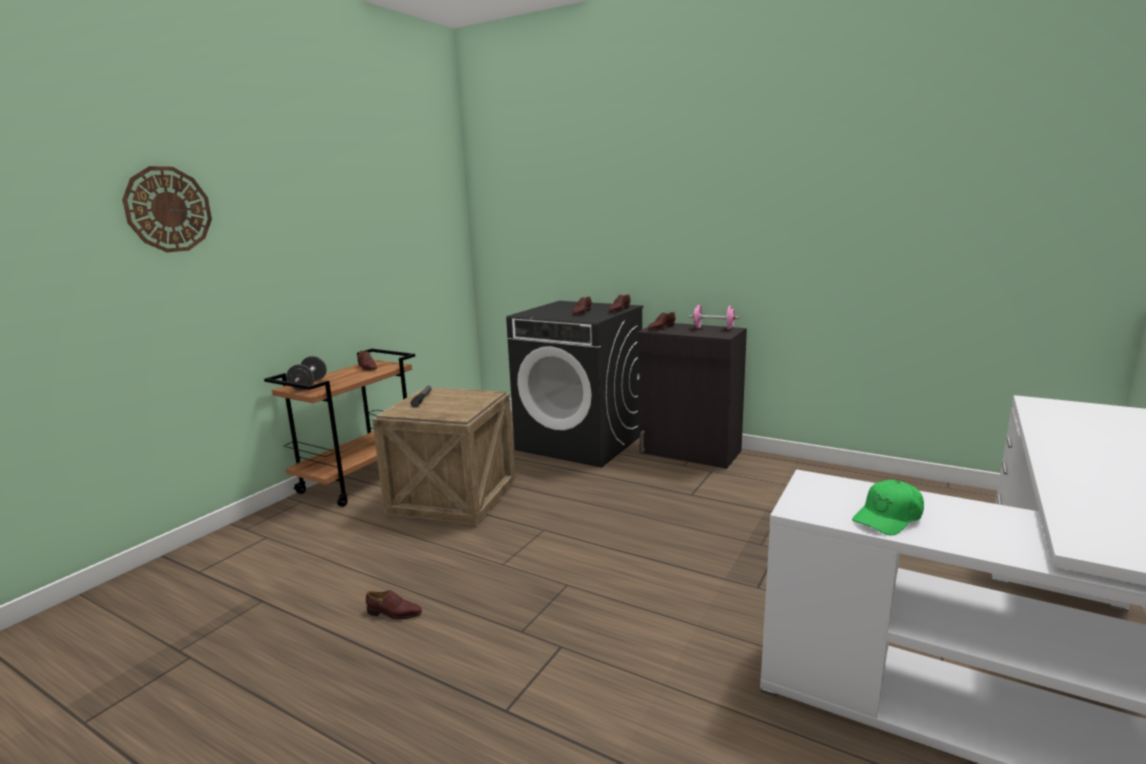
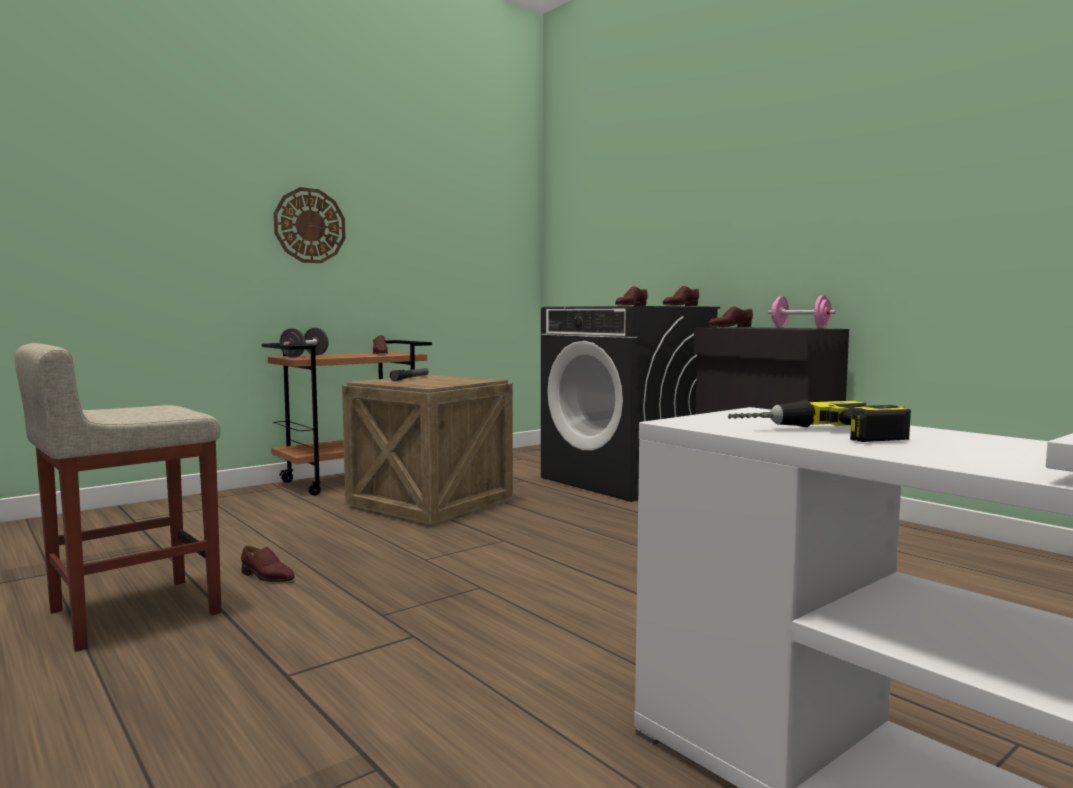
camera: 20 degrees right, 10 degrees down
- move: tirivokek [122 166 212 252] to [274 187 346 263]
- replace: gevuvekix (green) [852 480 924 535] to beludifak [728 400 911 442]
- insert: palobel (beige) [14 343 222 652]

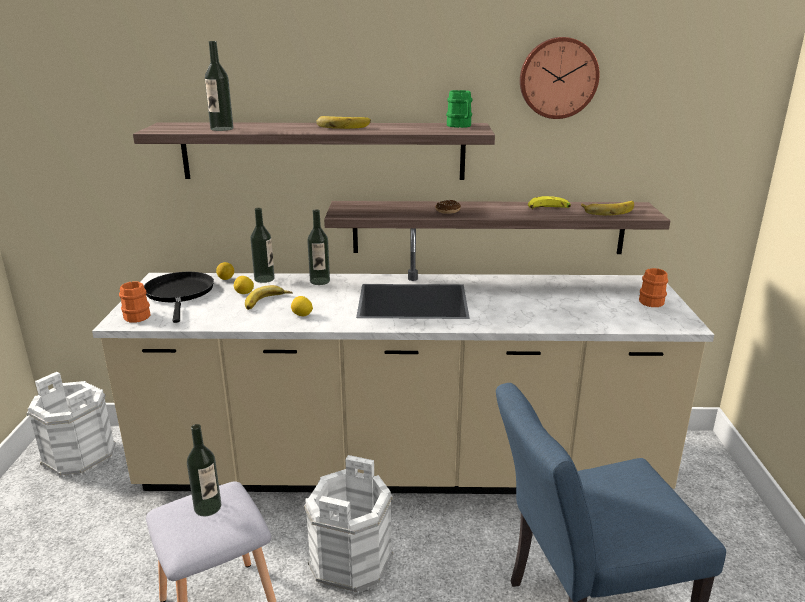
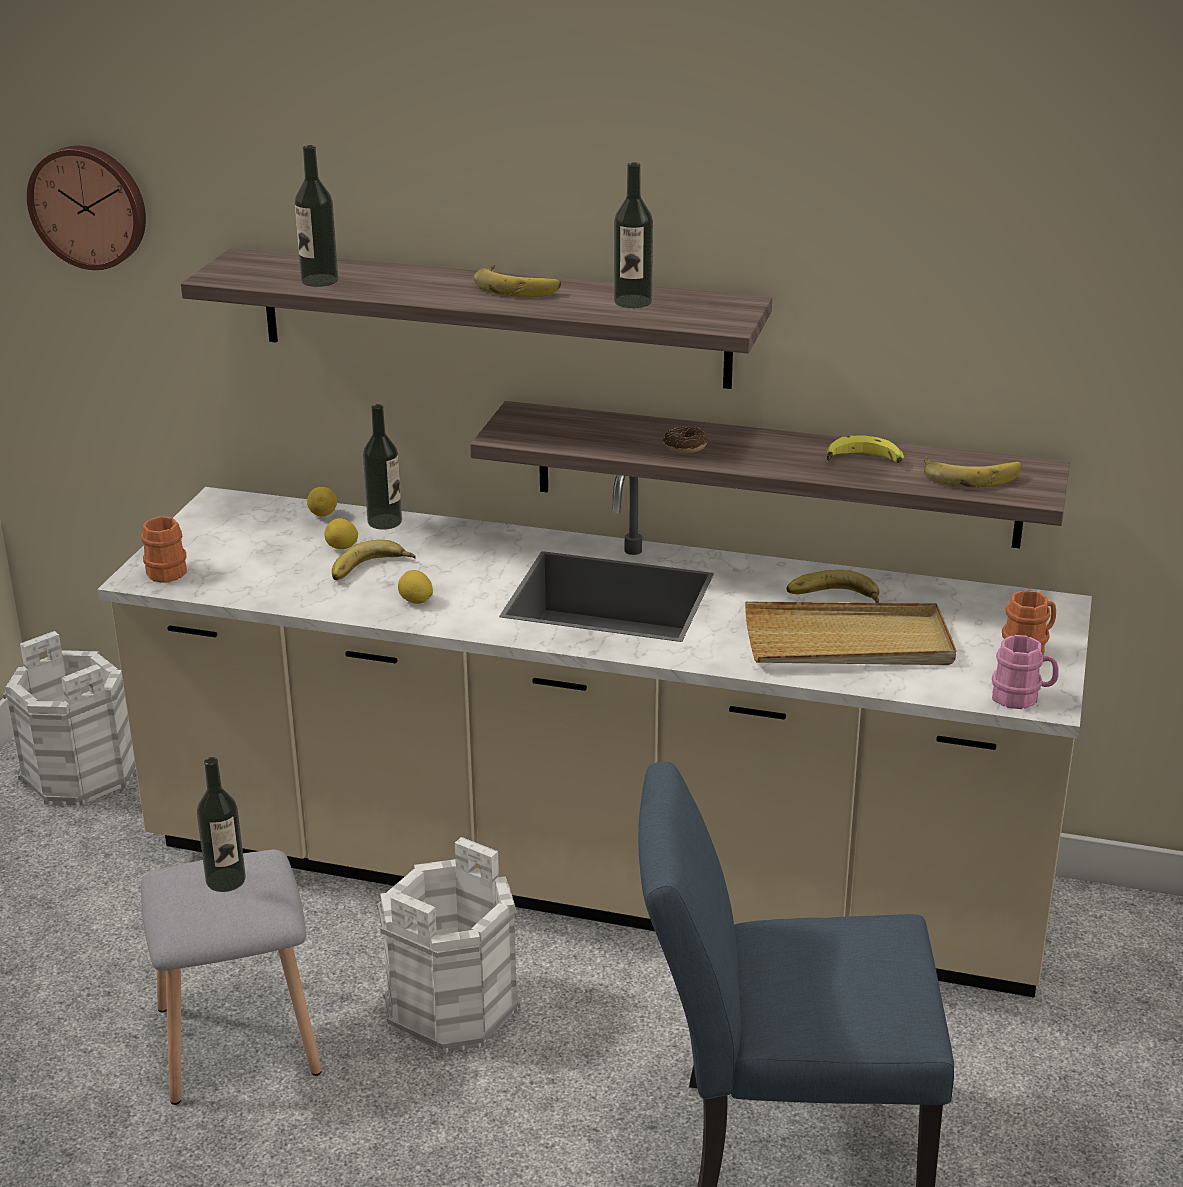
camera: 15 degrees right, 5 degrees up
- move: tirivokek [520 37 600 119] to [27 146 146 270]
- delete: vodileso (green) [446 90 472 128]
- move: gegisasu [307 209 330 285] to [614 162 653 308]
- delete: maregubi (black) [144 272 214 323]
- insert: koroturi [787 570 879 603]
- insert: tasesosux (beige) [745 602 956 665]
- insert: vodileso (pink) [992 635 1059 709]

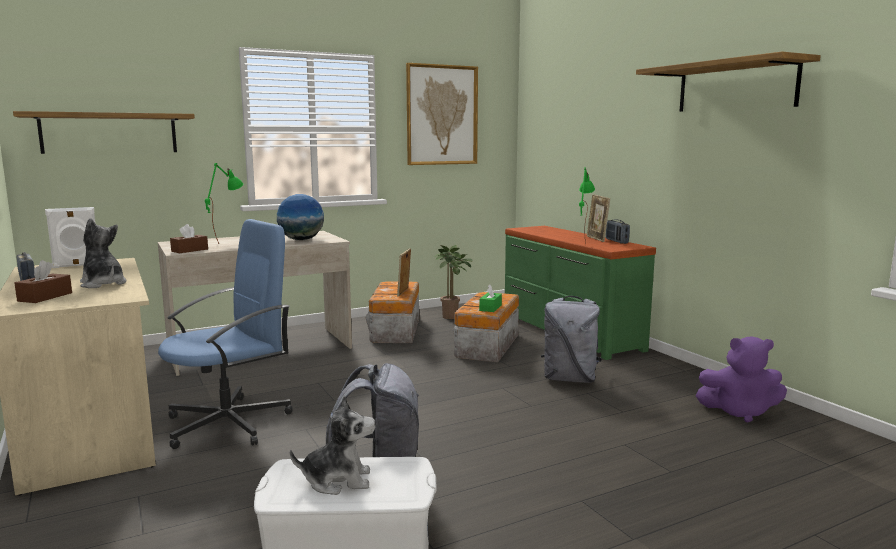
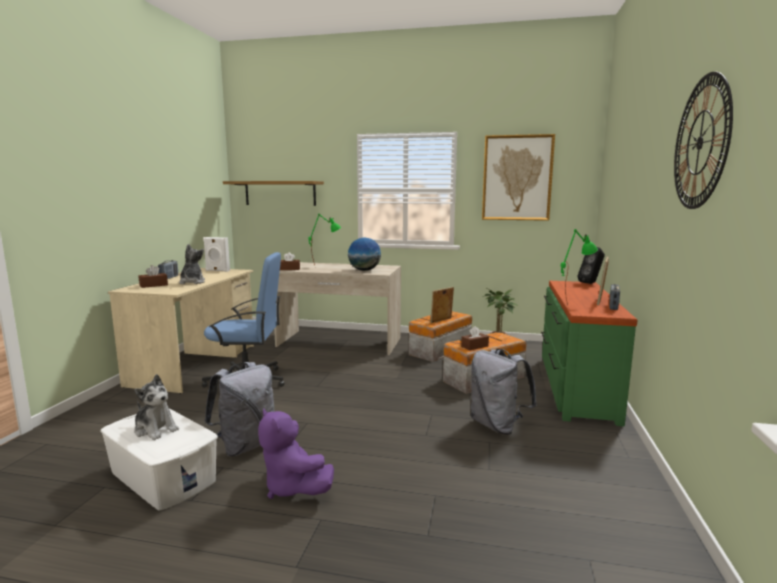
camera: 40 degrees right, 0 degrees up
- replace: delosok [636 52 821 112] to tirivokek [674 72 733 209]
- recolor: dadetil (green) [479 285 502 312] to dadetil (brown) [461 326 489 350]
- move: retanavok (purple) [696 336 787 423] to [258 408 334 499]
- insert: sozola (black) [578 247 605 284]

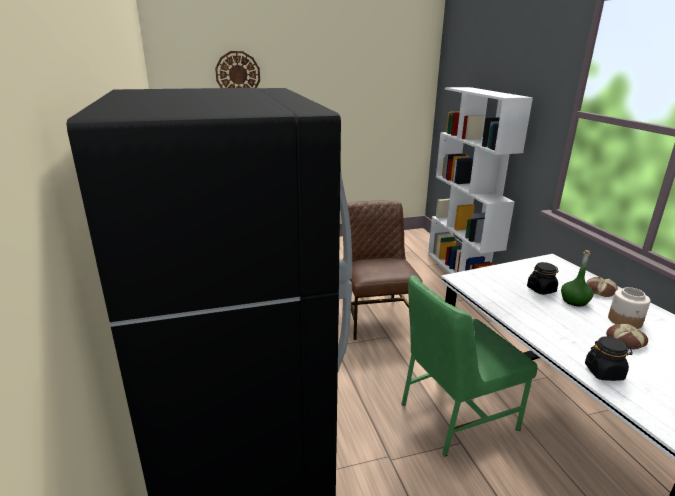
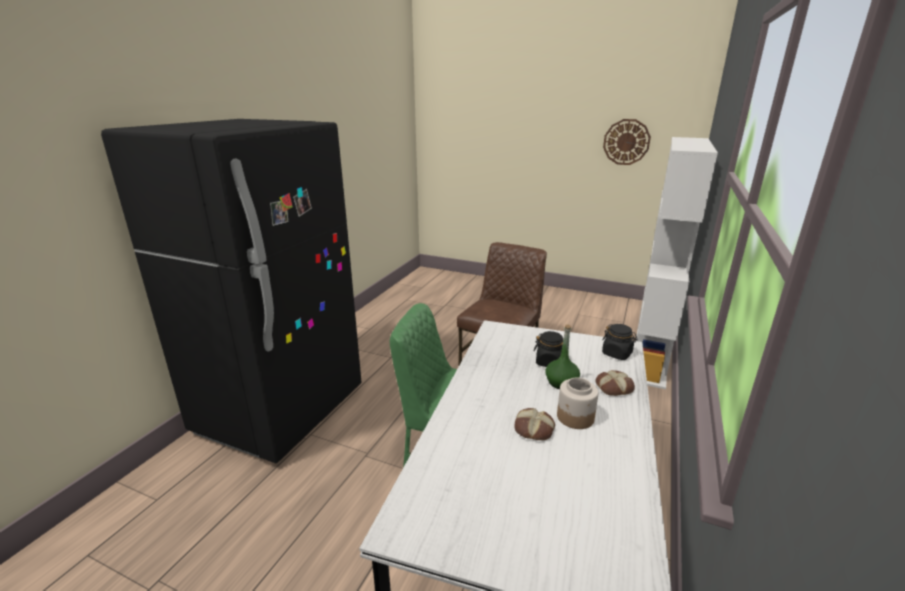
camera: 40 degrees right, 0 degrees up
- move: tirivokek [215 51 260 88] to [603 119 651 165]
- move: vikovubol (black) [585 336 633 381] to [602 324 638 360]

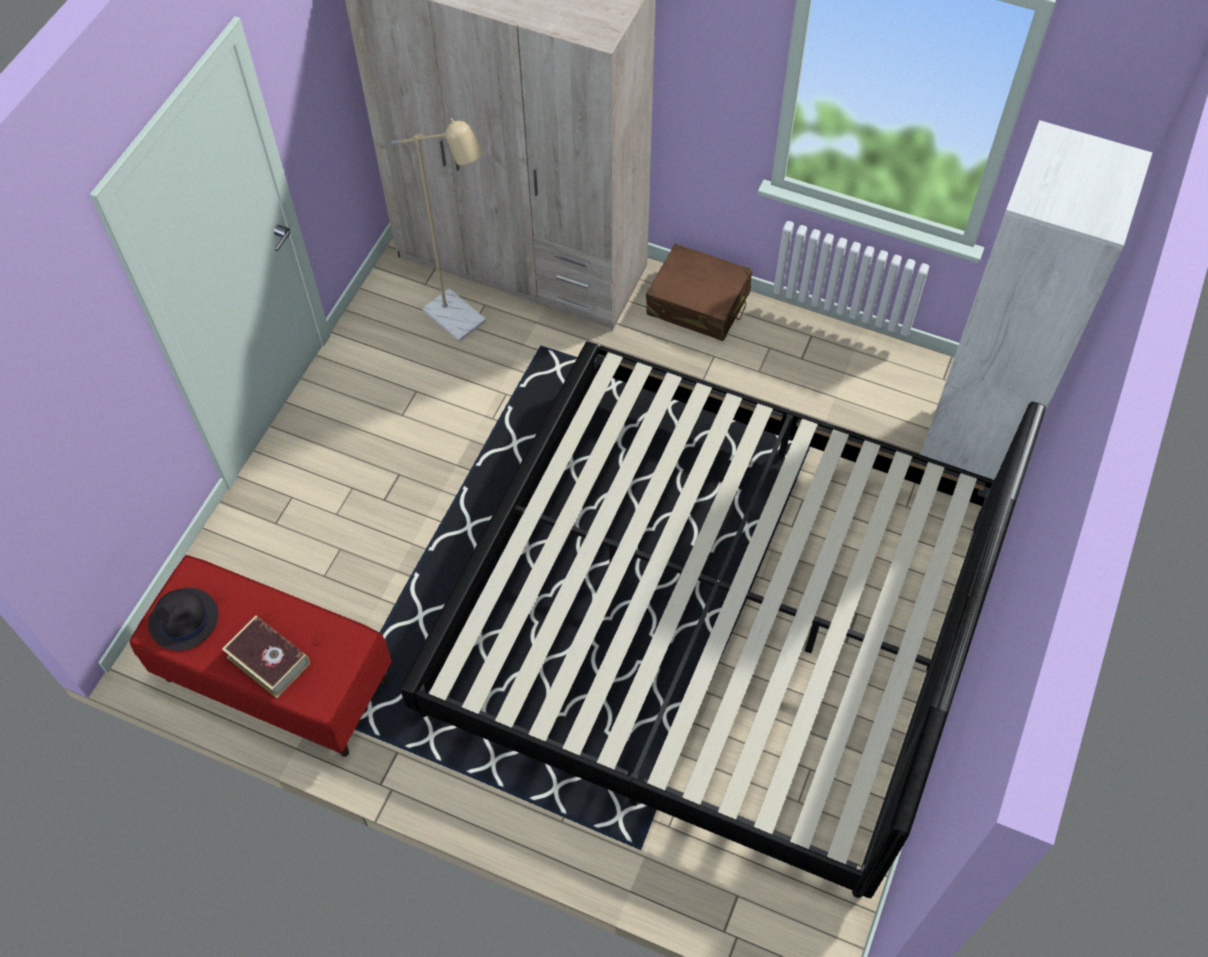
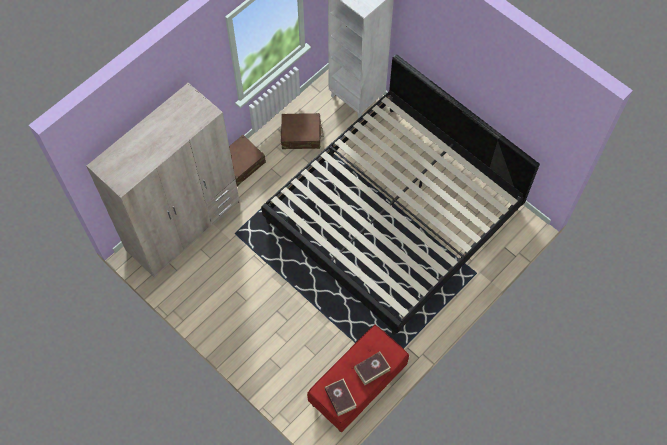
camera: 70 degrees left, 5 degrees up
- delete: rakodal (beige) [391 118 486 342]
- replace: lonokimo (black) [148 588 218 651] to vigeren [325 379 357 416]
- insert: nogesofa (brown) [281 113 323 149]

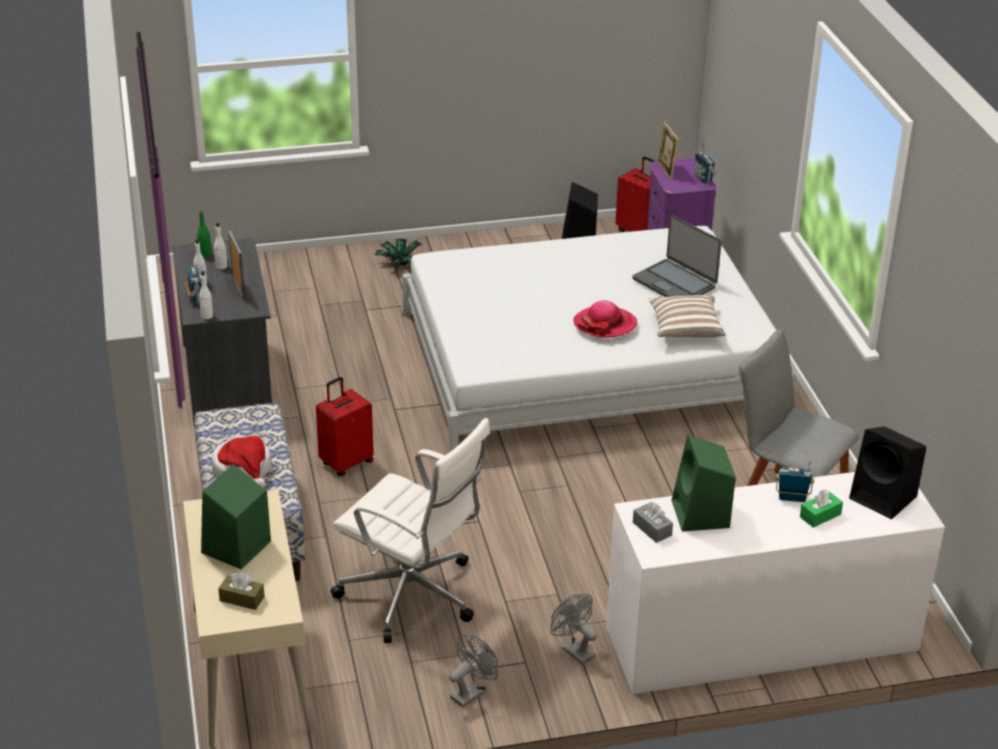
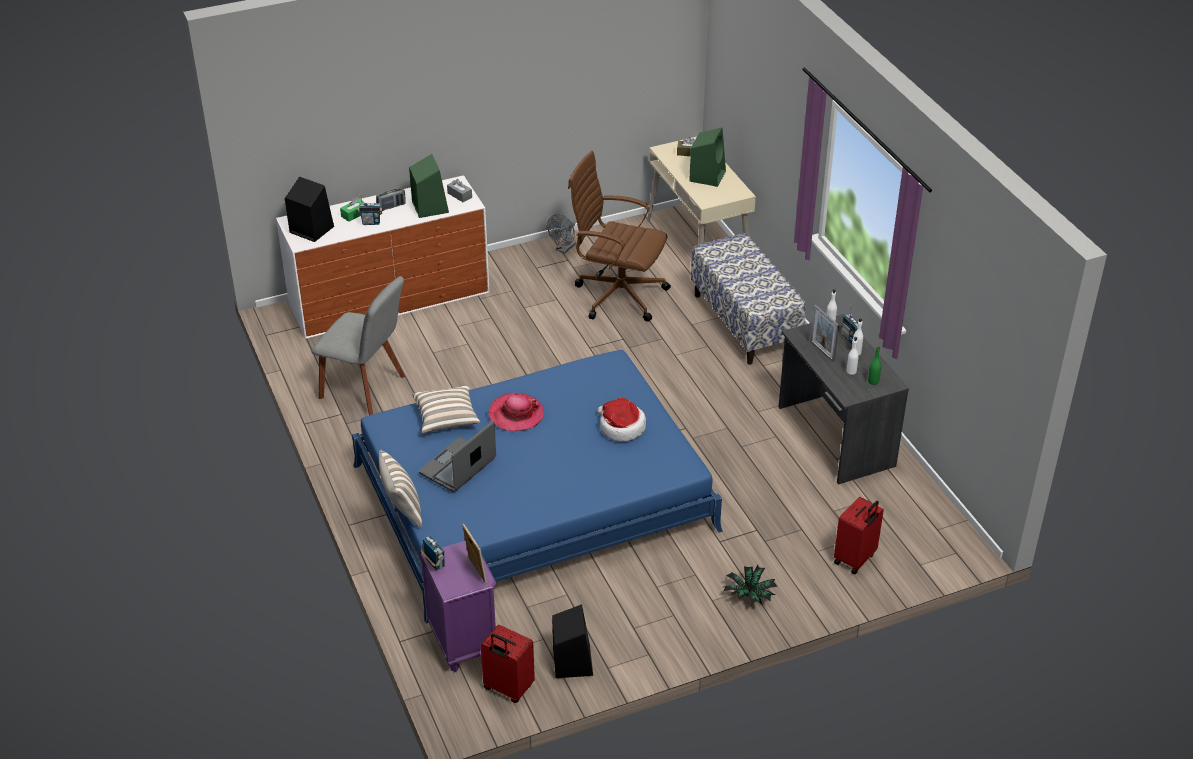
camera: 170 degrees right, 5 degrees up
- rotate: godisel [632 215 722 297] = [419 421 496 492] 90 degrees counterclockwise
- recolor: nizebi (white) [401 226 796 453] to nizebi (blue) [352 350 723 624]
- move: nogesofa (red) [316 377 374 476] to [834 497 884 574]
- recolor: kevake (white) [331 418 490 643] to kevake (brown) [568 151 671 322]
- move: lonokimo [211 436 271 488] to [598 398 646 442]
- delete: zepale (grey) [550 594 597 665]
- insert: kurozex [376 188 406 211]
- insert: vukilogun [379 450 422 528]

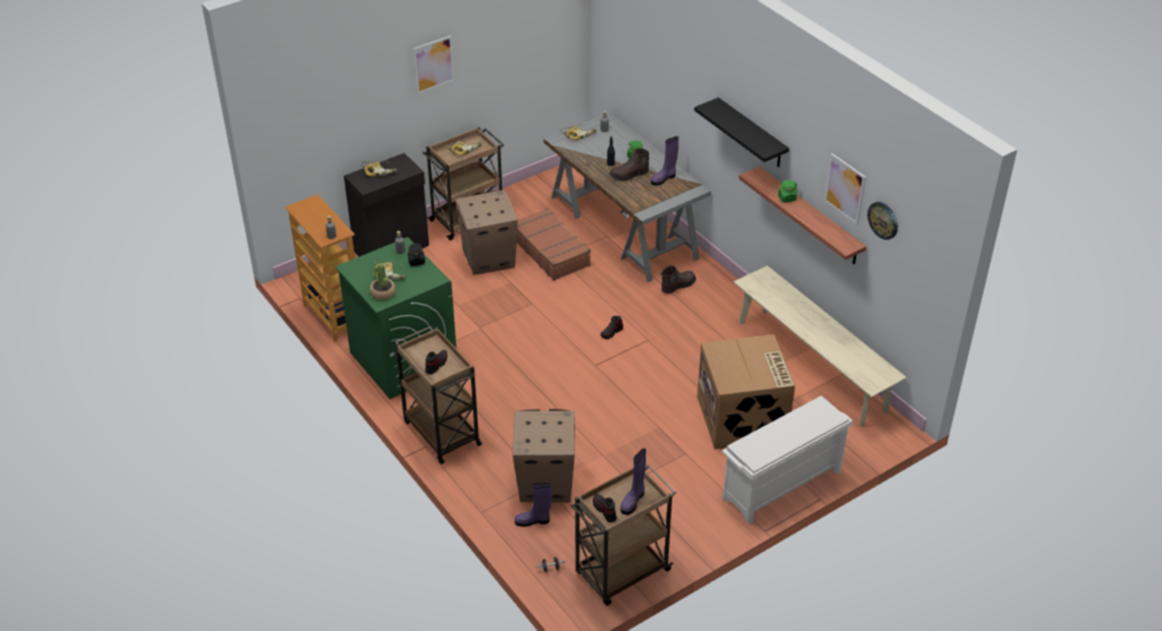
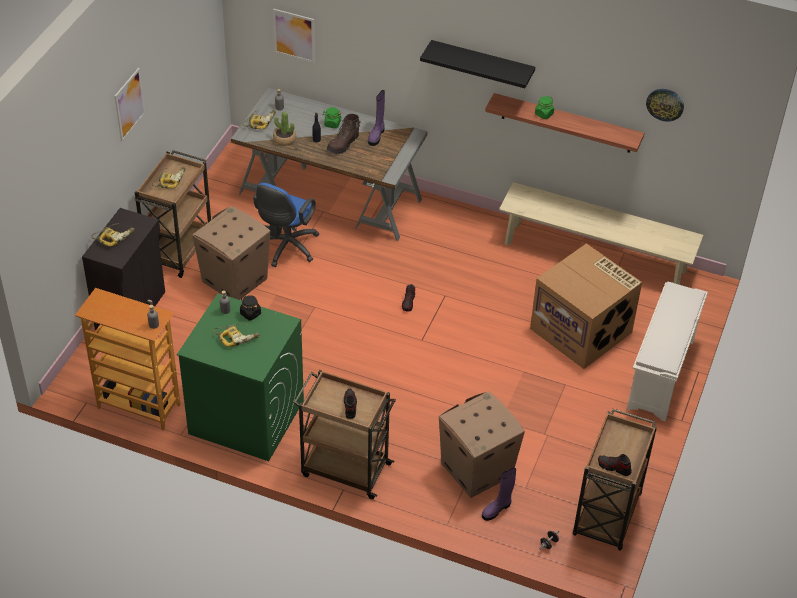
camera: 35 degrees left, 5 degrees up
- move: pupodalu [824 153 866 225] to [273 9 315 63]
- replace: nogesofa (brown) [516 208 591 281] to kevake (blue) [253 183 319 267]
- move: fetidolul [370 263 396 300] to [273 112 296 146]
- delete: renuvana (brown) [661 265 696 294]
- delete: renuvana (purple) [621 448 646 515]

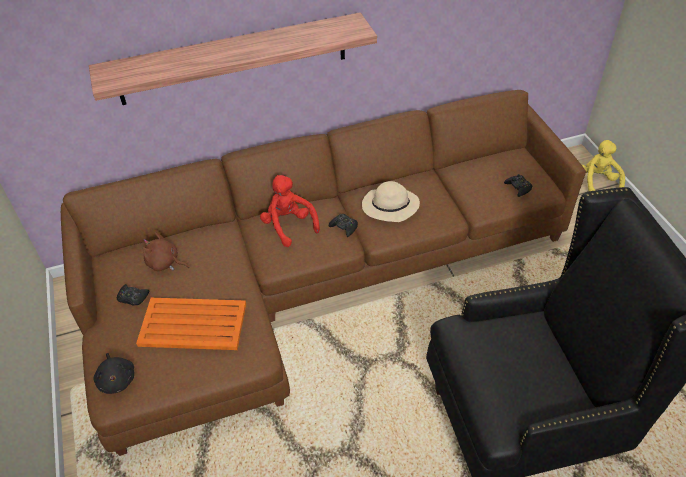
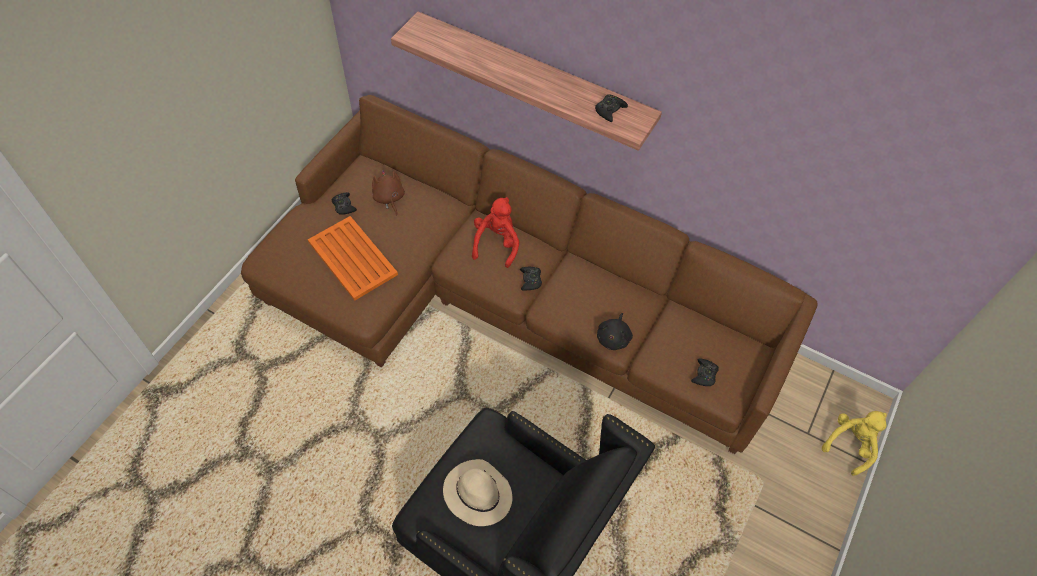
camera: 45 degrees right, 10 degrees up
- move: lonokimo (beige) [362 181 420 222] to [443 459 512 526]
- move: retanavok (black) [94 353 134 394] to [597 313 633 350]
- insert: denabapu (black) [595 94 628 122]

